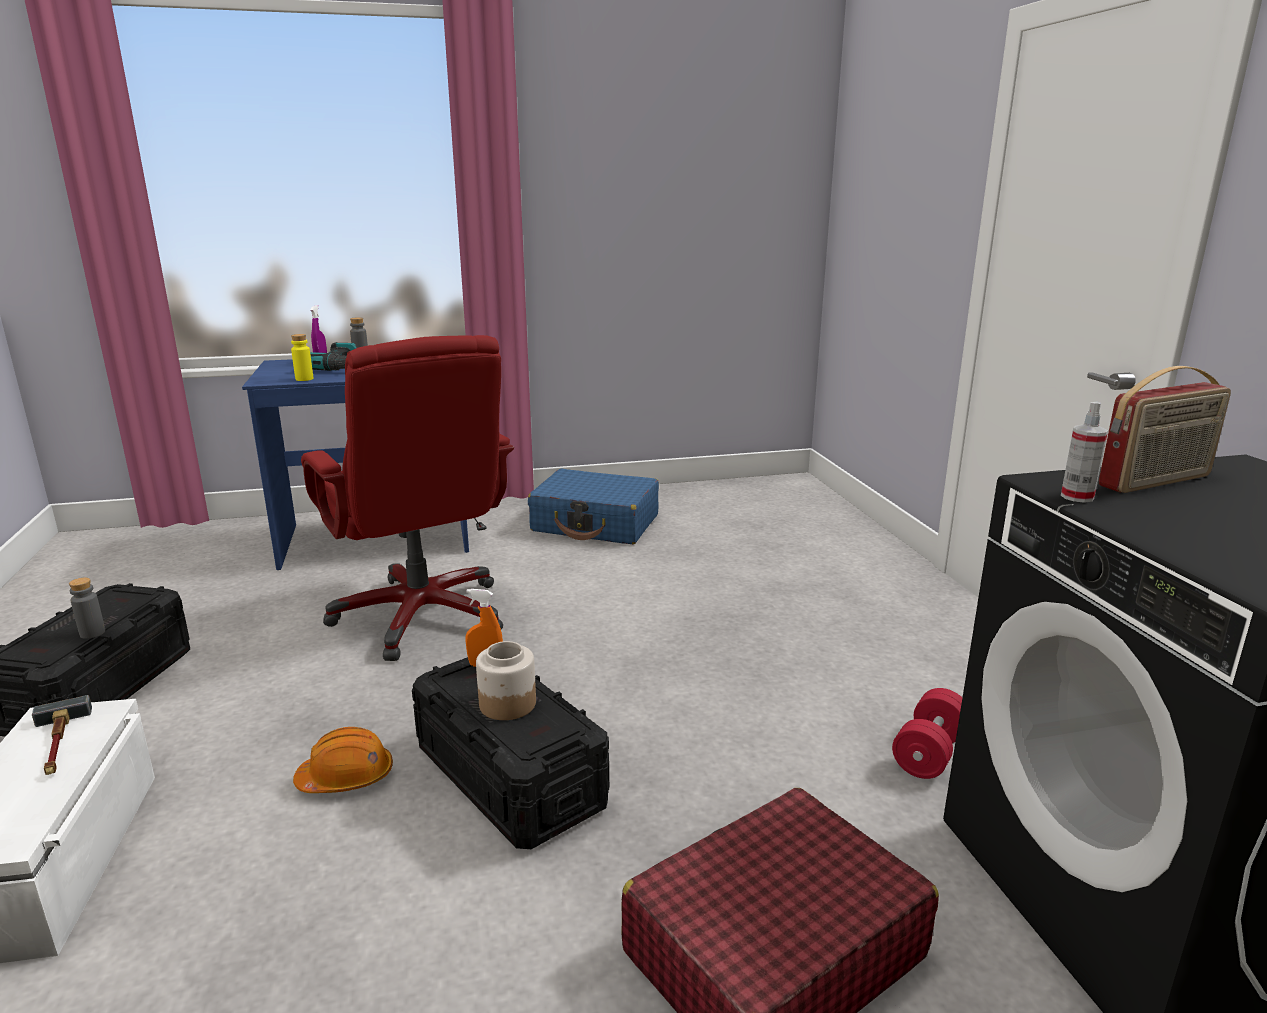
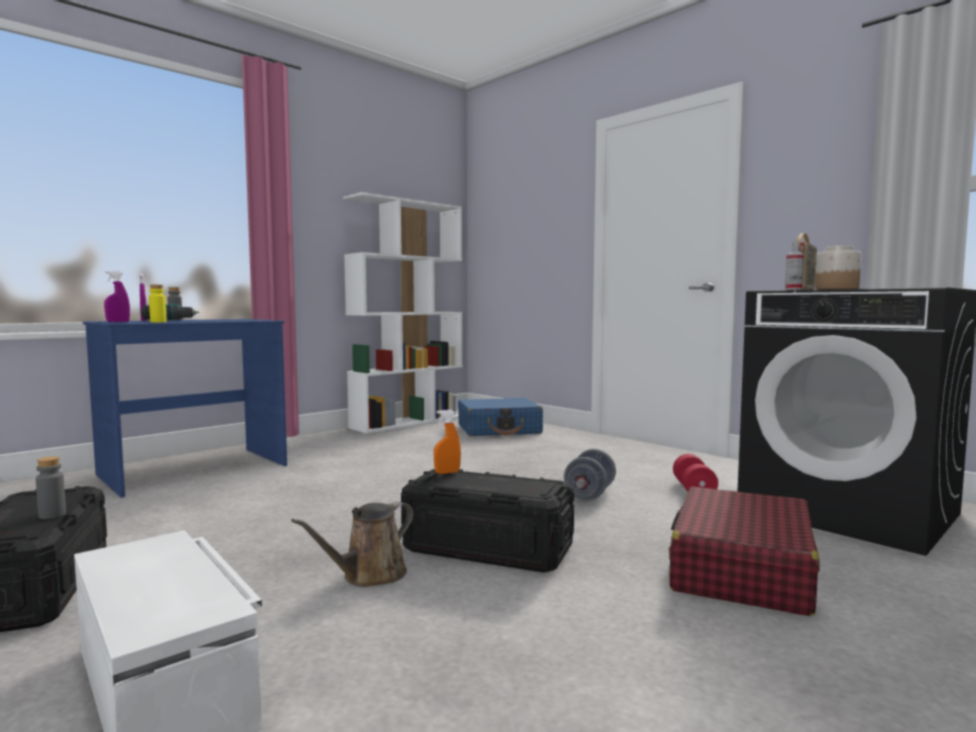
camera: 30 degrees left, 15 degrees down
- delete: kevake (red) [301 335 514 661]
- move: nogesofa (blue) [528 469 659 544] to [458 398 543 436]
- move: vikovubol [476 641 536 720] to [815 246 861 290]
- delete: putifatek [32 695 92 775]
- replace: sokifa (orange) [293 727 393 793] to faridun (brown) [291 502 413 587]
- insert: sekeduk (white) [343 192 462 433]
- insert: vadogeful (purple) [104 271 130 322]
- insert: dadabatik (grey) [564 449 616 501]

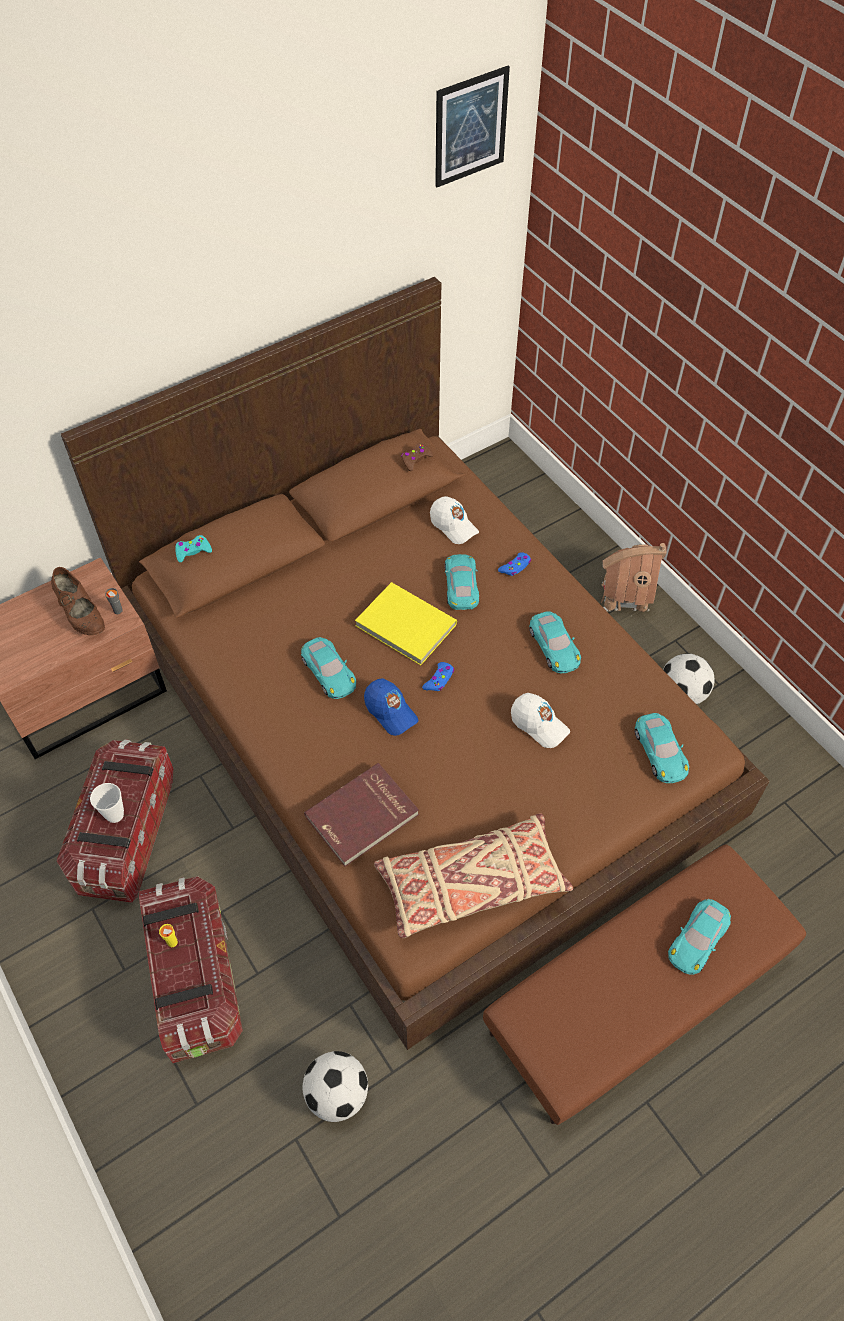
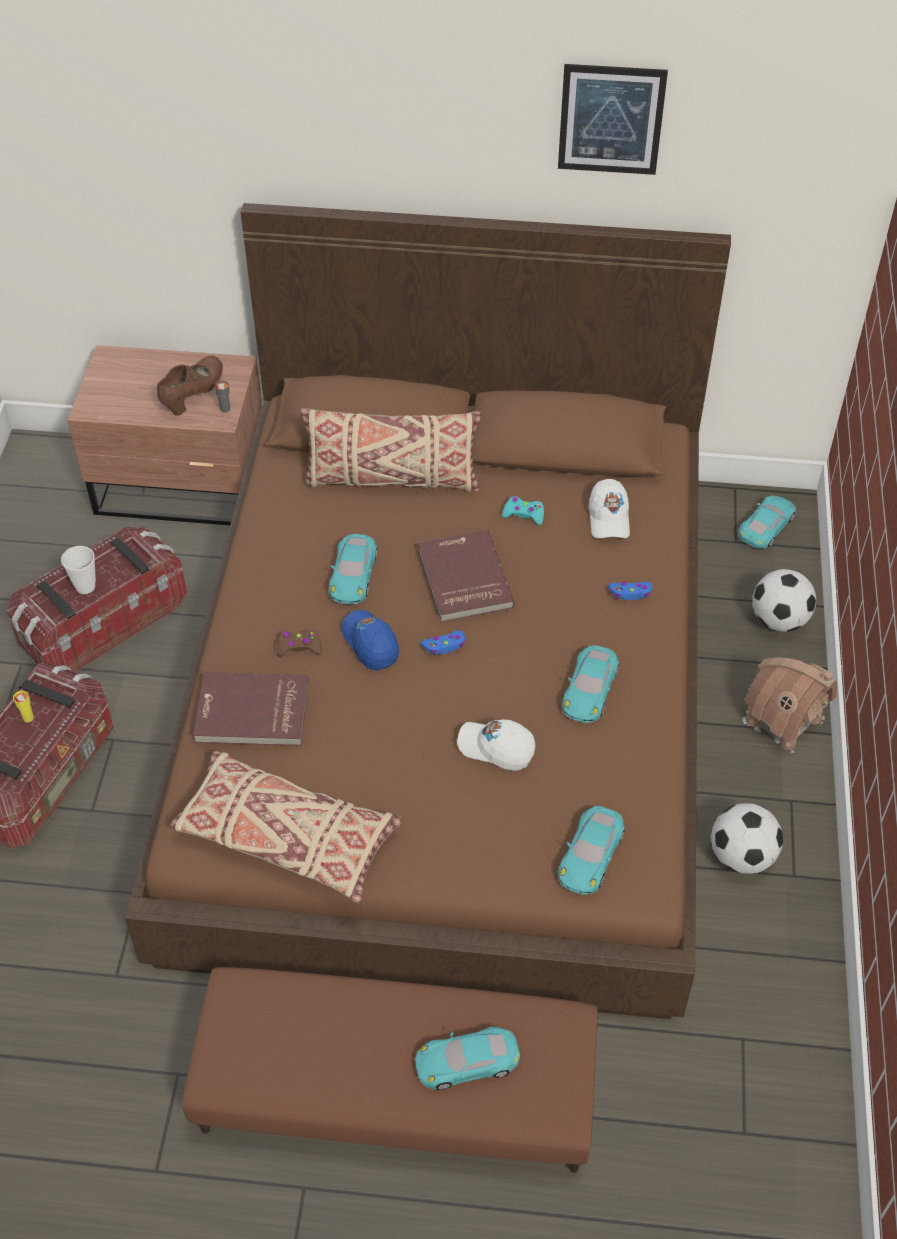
camera: 40 degrees right, 5 degrees down
- move: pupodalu [435 66 510 187] to [558 64 668 175]
- move: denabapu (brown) [401 443 433 471] to [277 630 322 657]
- move: denabapu (turquoise) [175 535 212 562] to [502 496 544 525]
- move: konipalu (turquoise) [445 554 479 610] to [739 495 796 549]
- rotate: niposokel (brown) [51 567 105 635] = [157 355 223 416] 150 degrees counterclockwise
- recolor: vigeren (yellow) [355 582 457 665] to vigeren (red) [418 530 515 622]
- rotate: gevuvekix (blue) [364 678 418 736] = [341 610 399 671] 150 degrees clockwise
- rotate: gevuvekix (white) [511 693 570 748] = [457 720 535 771] 120 degrees clockwise
- move: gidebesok [302 1051 368 1122] to [753 569 816 632]
- insert: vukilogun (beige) [300 408 481 492]

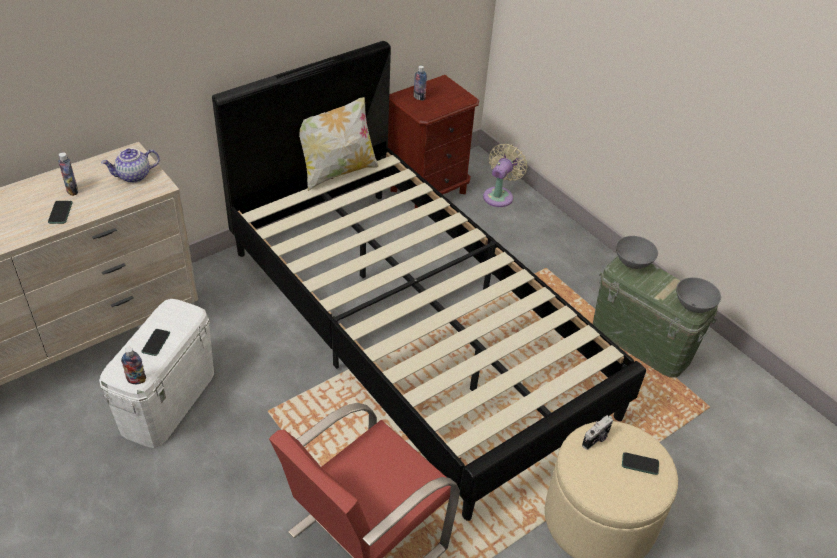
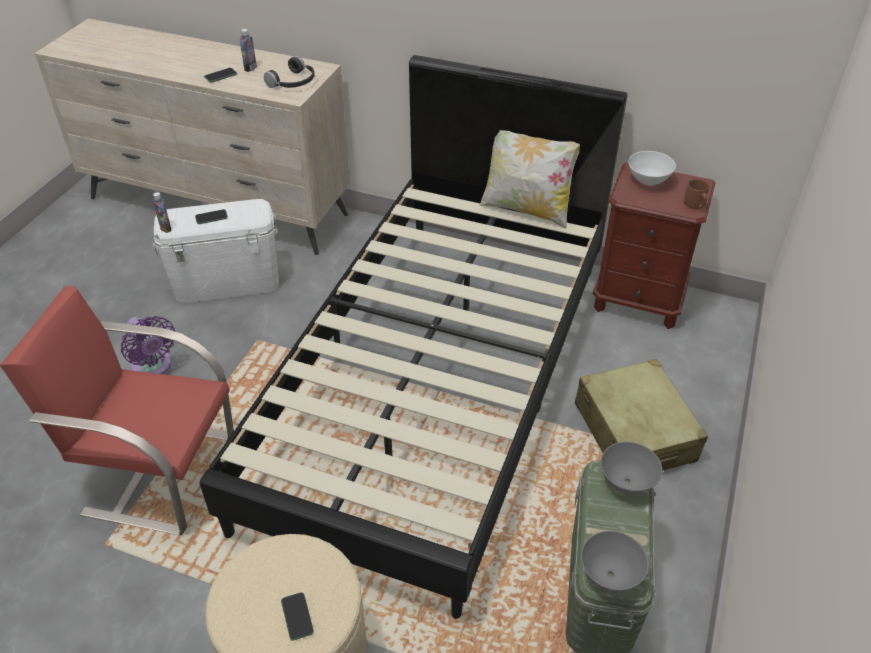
camera: 60 degrees right, 0 degrees up
- replace: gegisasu [414 66 427 101] to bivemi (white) [628 151 676 186]
- delete: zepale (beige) [483 143 527 207]
- replace: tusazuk [101 148 160 183] to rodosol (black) [264 56 315 88]
- delete: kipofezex [582 415 613 450]
- insert: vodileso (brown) [684 179 709 209]
- insert: zepale (purple) [121 316 175 374]
- insert: nogesofa (beige) [575 359 708 471]

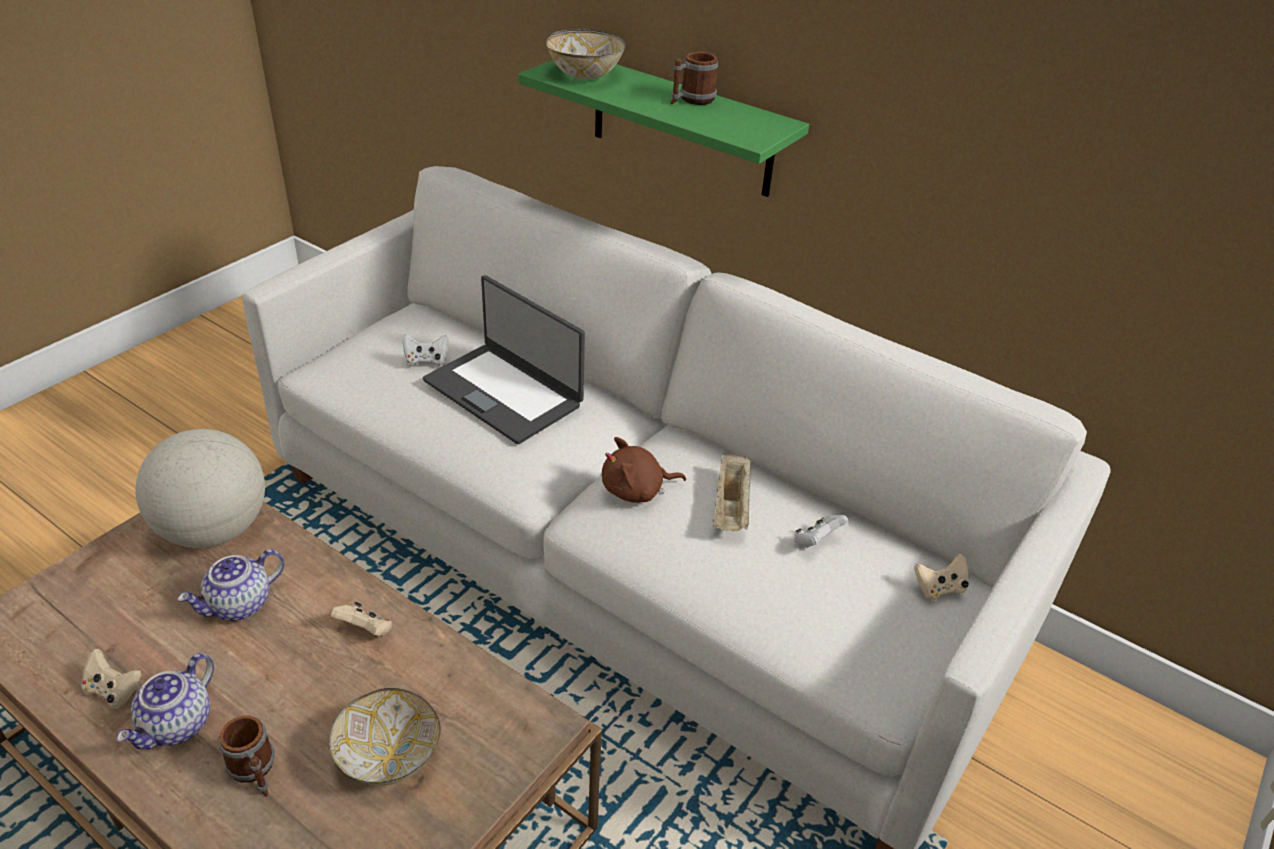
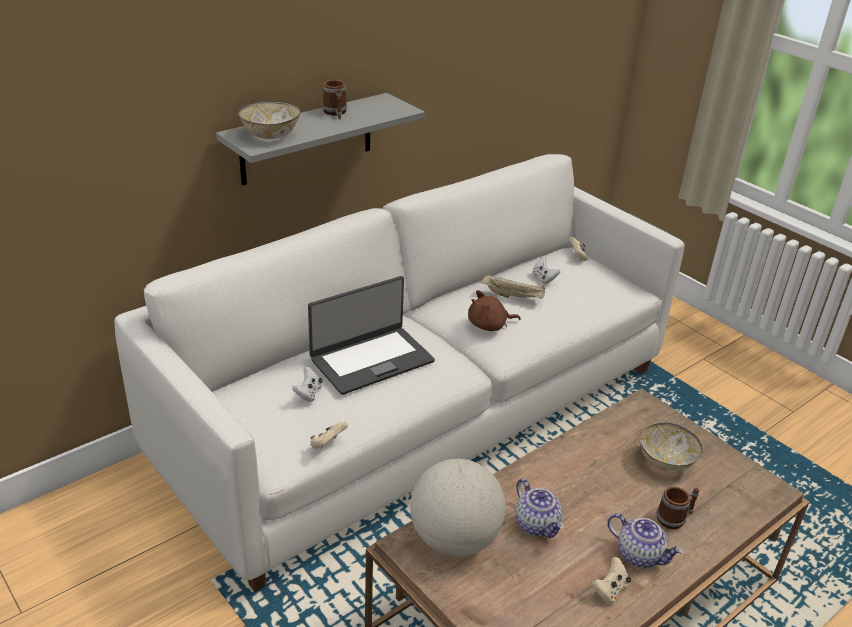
camera: 75 degrees left, 5 degrees down
- recolor: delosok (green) [518 60 809 197] to delosok (grey) [216 93 425 186]
- rotate: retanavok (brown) [602 437 686 503] = [468 290 521 331] 75 degrees clockwise
- move: denabapu (beige) [330 602 392 636] to [310 422 348 449]

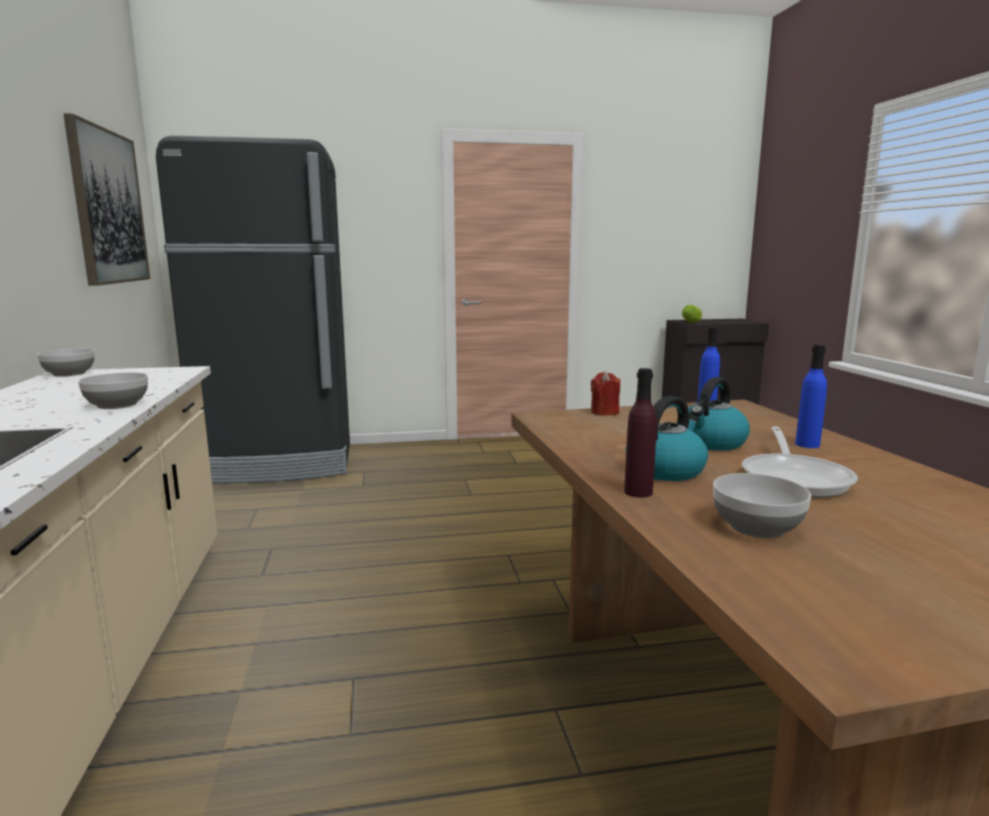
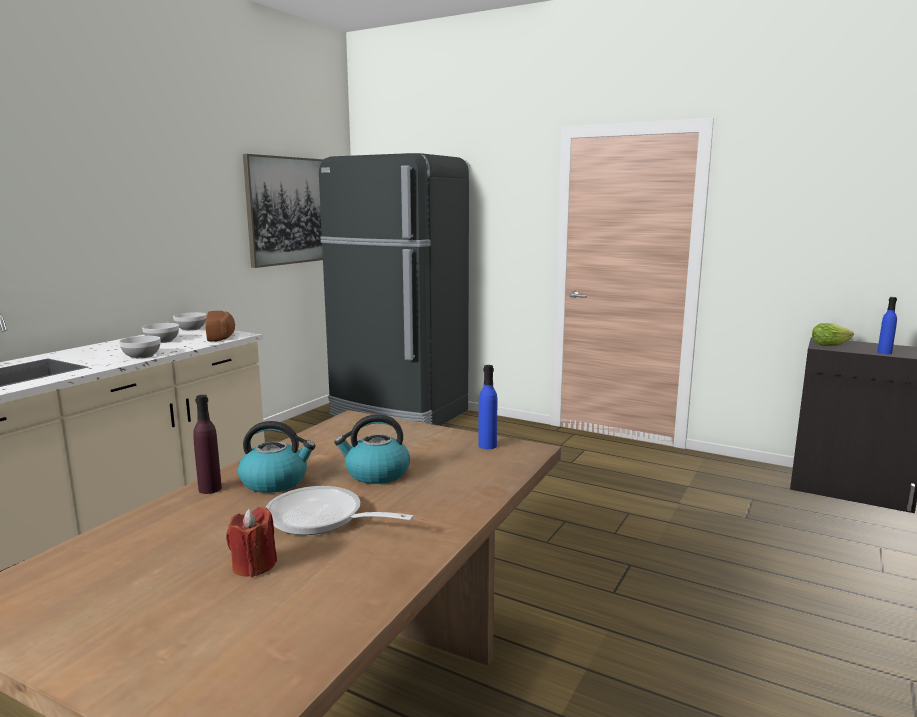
camera: 40 degrees right, 0 degrees up
- move: gegisasu (blue) [795 344 827 448] to [877 297 897 354]
- move: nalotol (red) [591 371 620 416] to [226 507 277 577]
- rotate: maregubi [742 426 858 498] = [266 486 414 535] 60 degrees clockwise
- move: bivemi [713 473 811 538] to [142 323 179 343]
- insert: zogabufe [205 311 235 341]

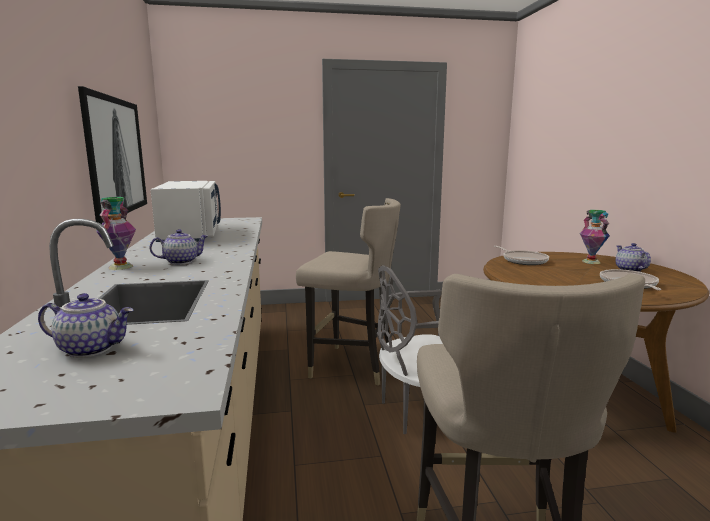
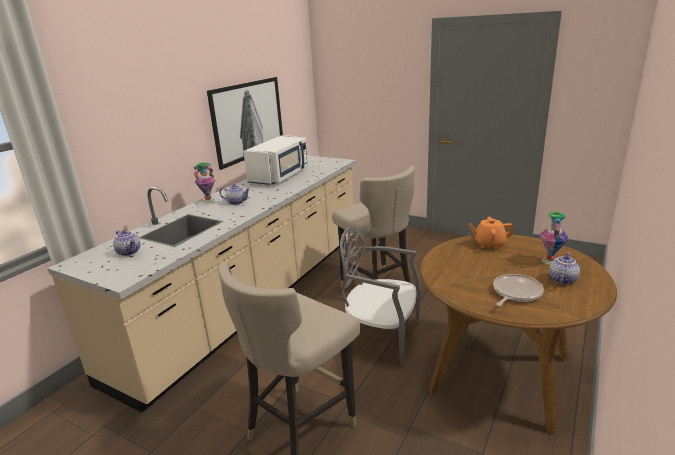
camera: 40 degrees right, 10 degrees up
- replace: maregubi [494 246 549 265] to tusazuk (orange) [469 217 514 249]

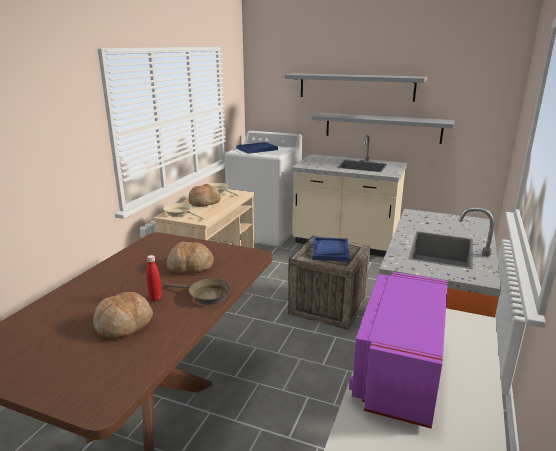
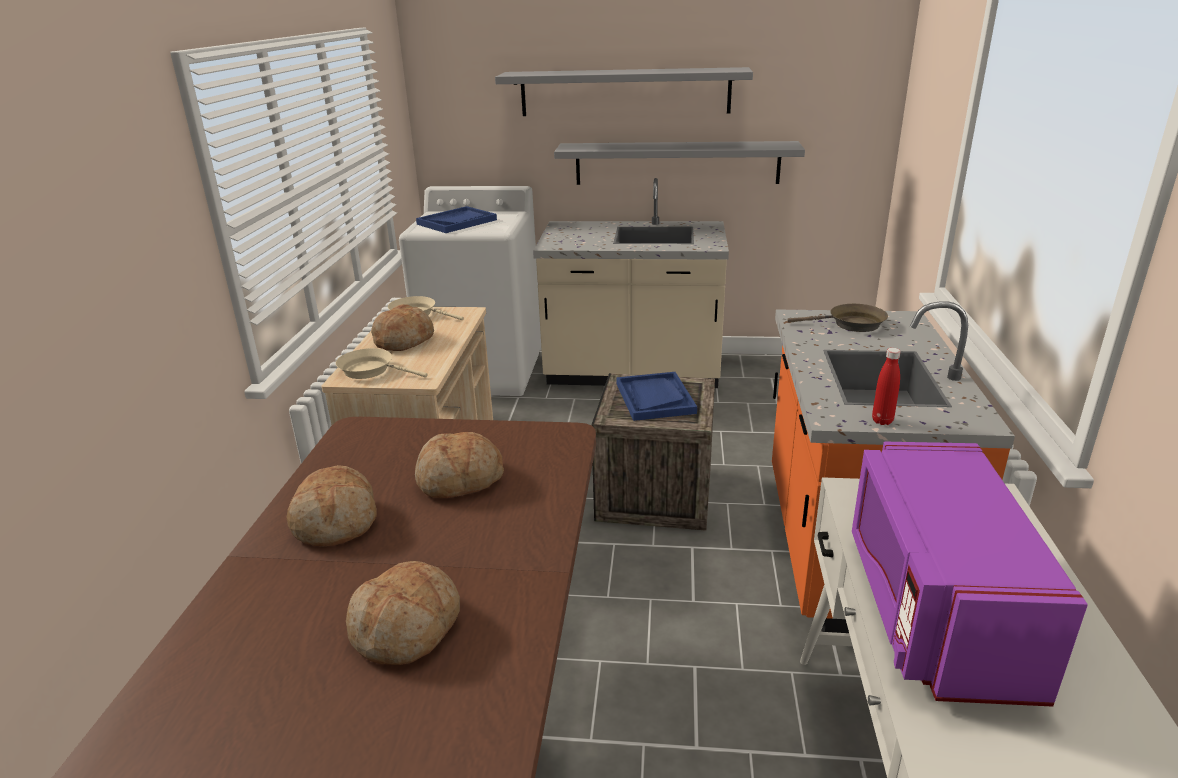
camera: 15 degrees left, 5 degrees up
- move: gegisasu (red) [146 255 162 302] to [872 348 901 425]
- move: maregubi (brown) [164 279 231 305] to [787 304 888 332]
- insert: zogabufe [287 465 377 546]

